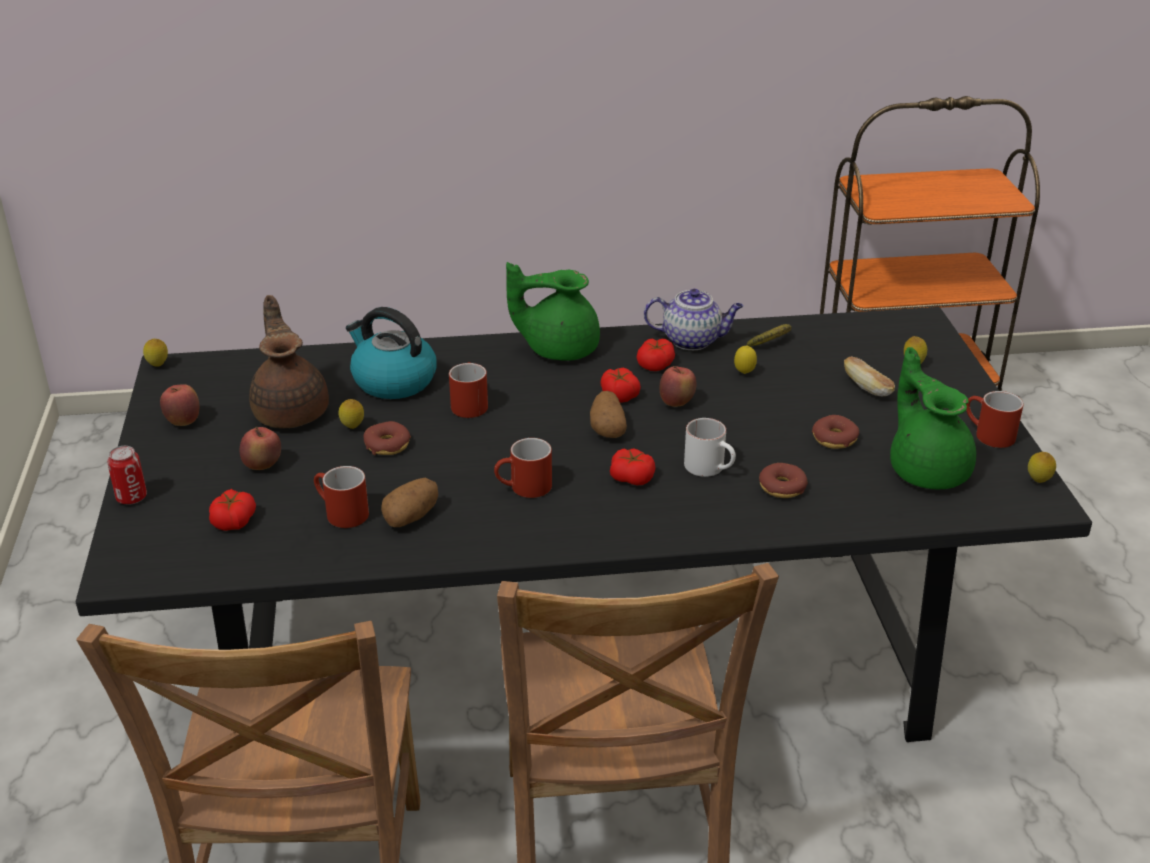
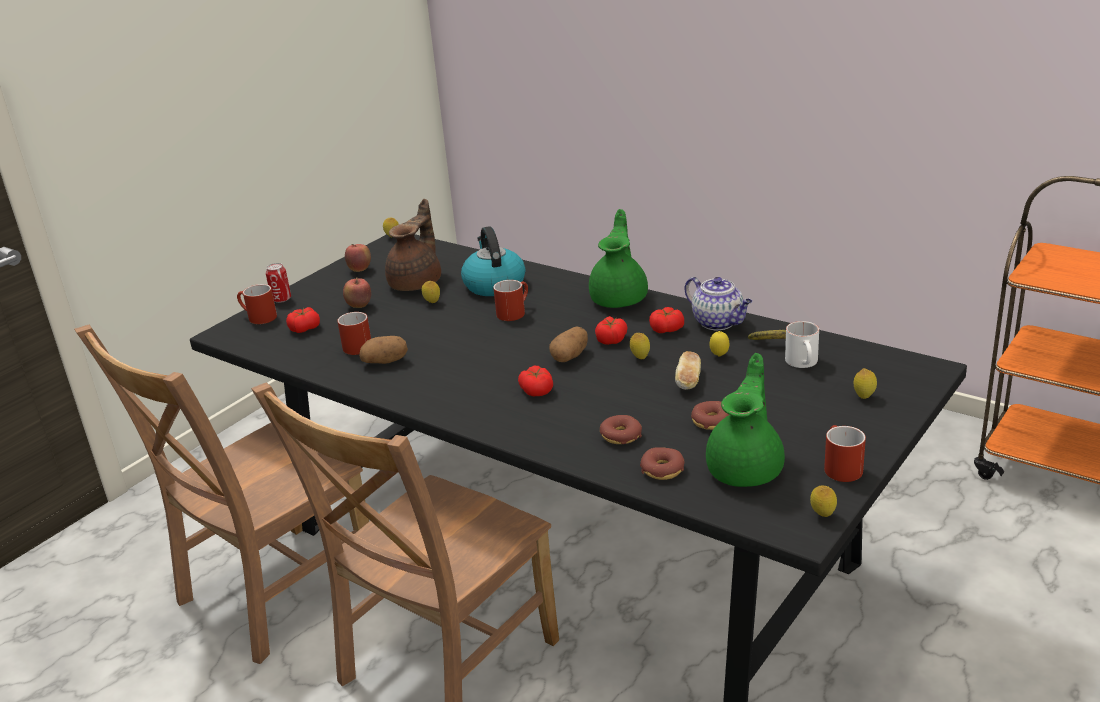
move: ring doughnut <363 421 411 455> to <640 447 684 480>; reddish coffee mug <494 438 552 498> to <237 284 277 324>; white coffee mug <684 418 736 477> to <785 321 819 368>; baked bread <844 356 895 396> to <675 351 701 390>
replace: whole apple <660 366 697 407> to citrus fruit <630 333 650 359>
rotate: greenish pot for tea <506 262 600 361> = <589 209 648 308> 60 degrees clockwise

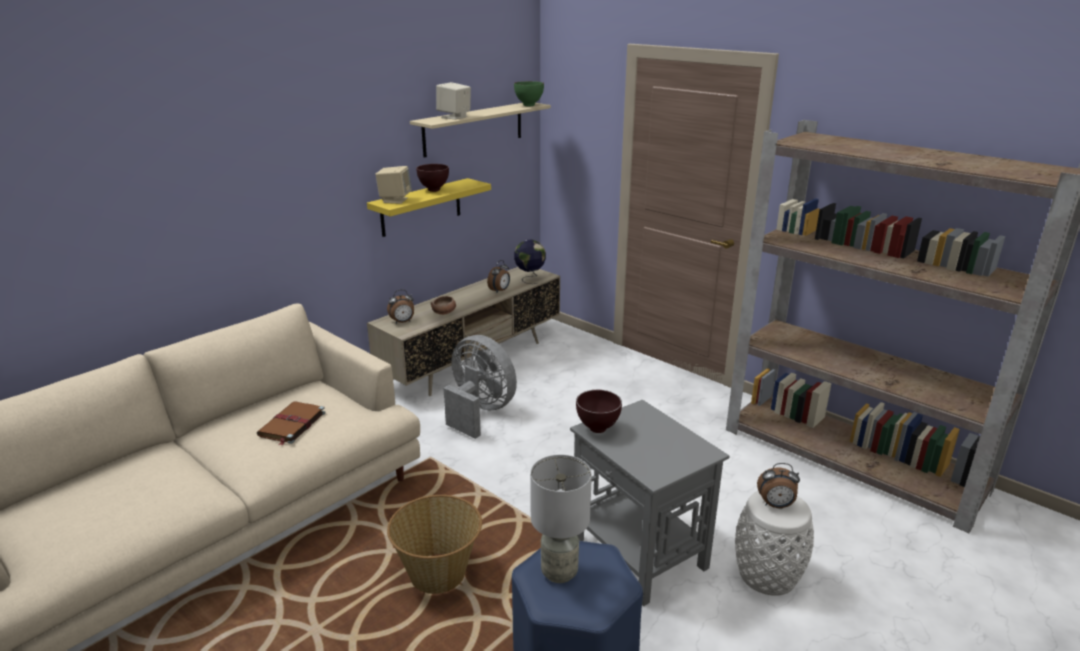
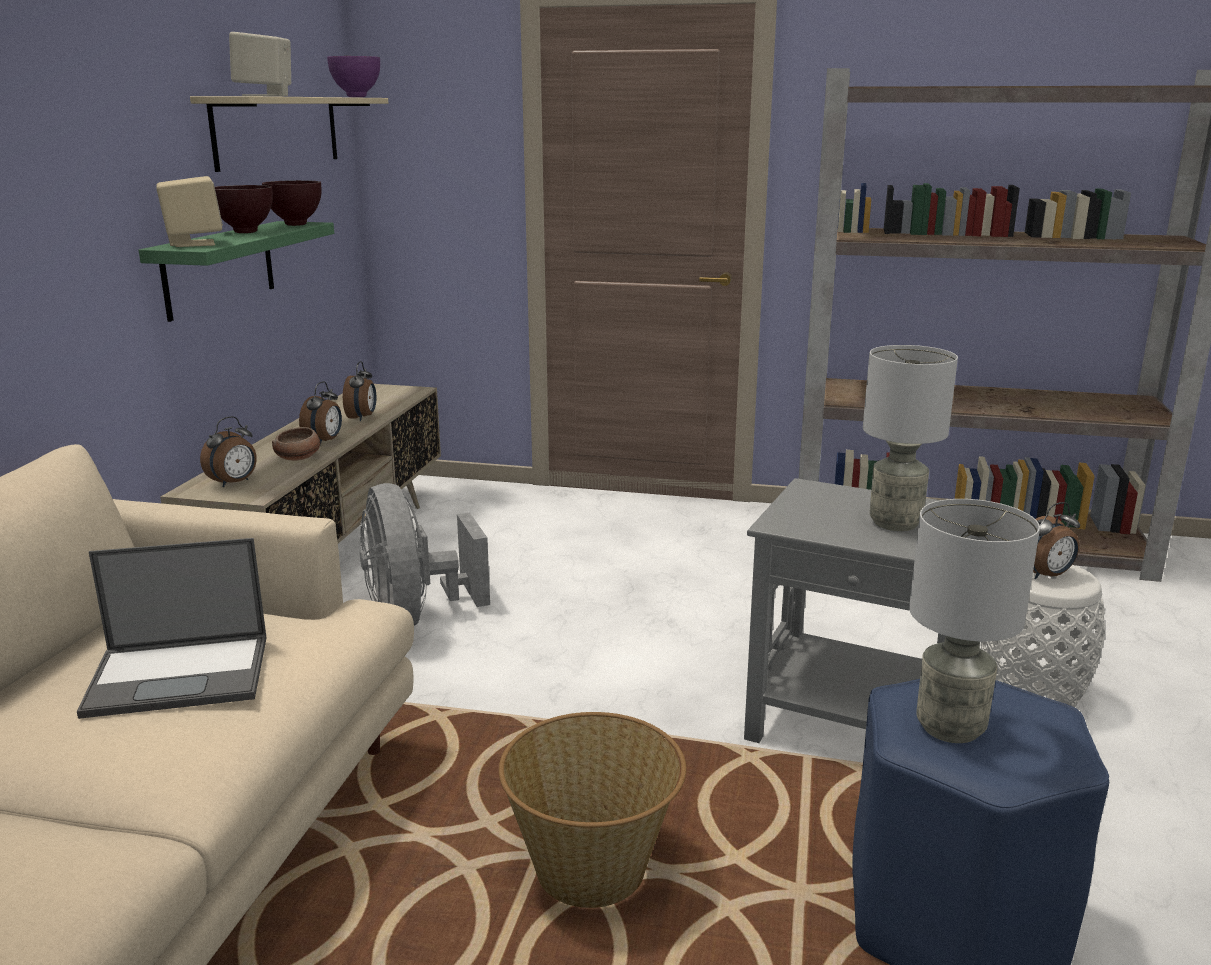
delete: world globe <514 240 546 284>
insert: table clock <299 381 342 445>; gray lamp for a table <863 345 958 531>
move: brownish deep dish <576 390 622 433> to <262 180 321 226>
replace: brownish bound book <257 401 325 445> to notebook computer <77 538 267 719>
recolor: yellow-coloured shelf <367 178 491 237> to greenish shelf <139 221 334 322>; greenish deep dish <514 81 544 106> to purplish deep dish <327 56 380 97>
rotate: gray fan <443 335 517 439> = <360 483 490 626> 120 degrees counterclockwise

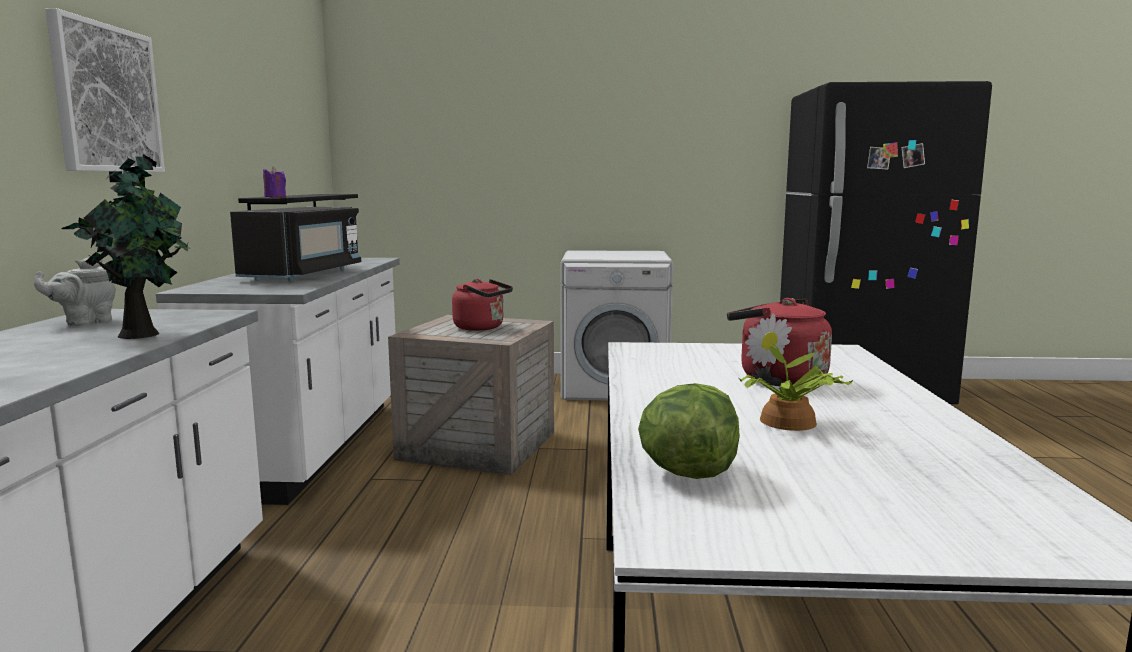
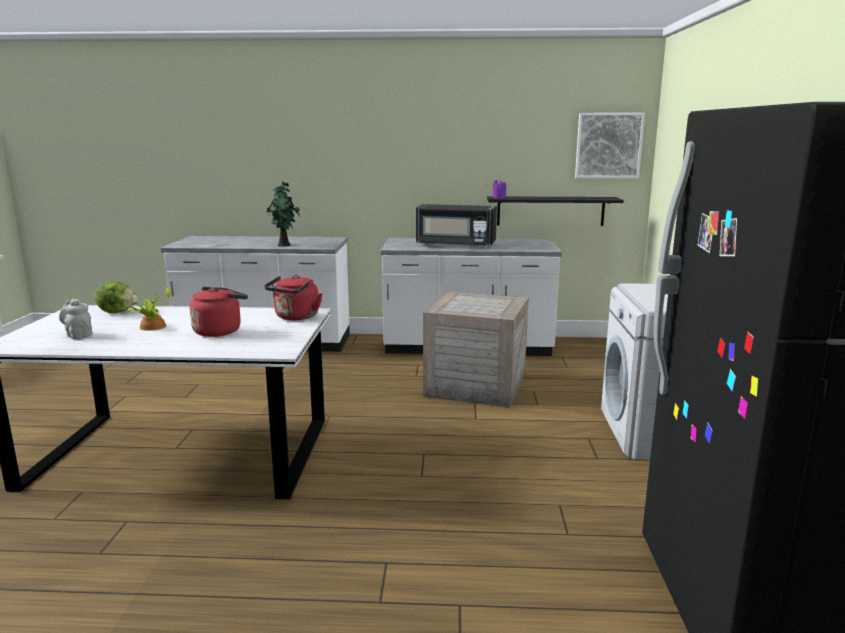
move: gray pot for tea <34 257 116 326> to <59 299 93 339>; picture <45 8 165 172> to <575 113 645 178>; reddish kettle <452 279 513 331> to <264 275 323 320>

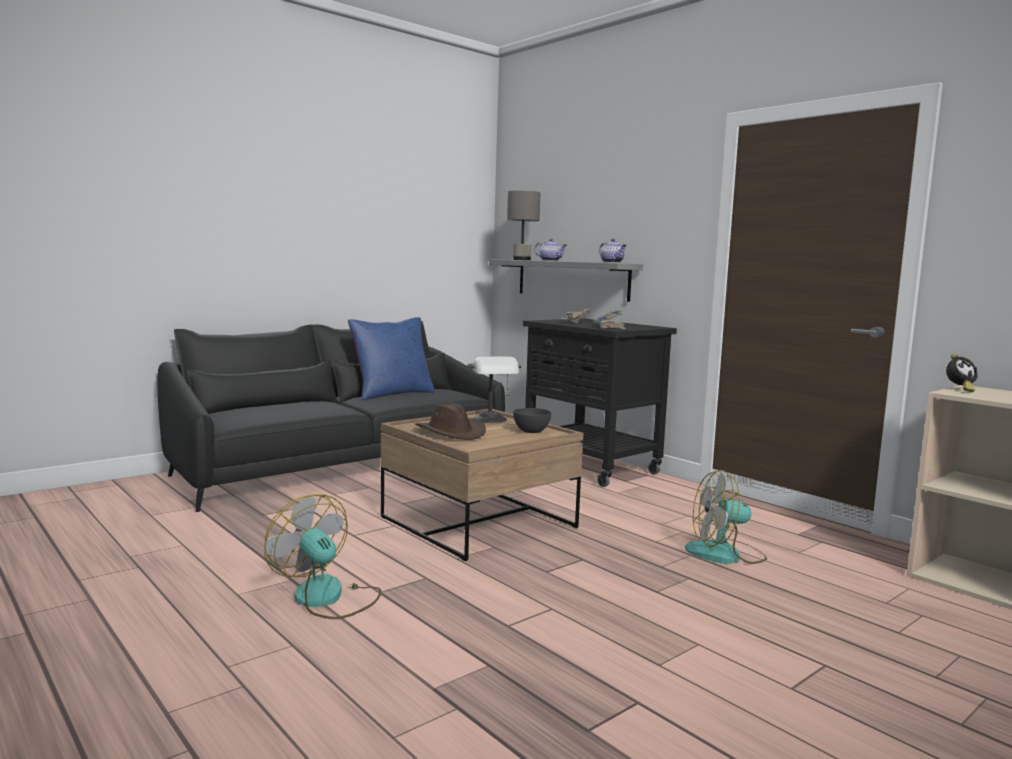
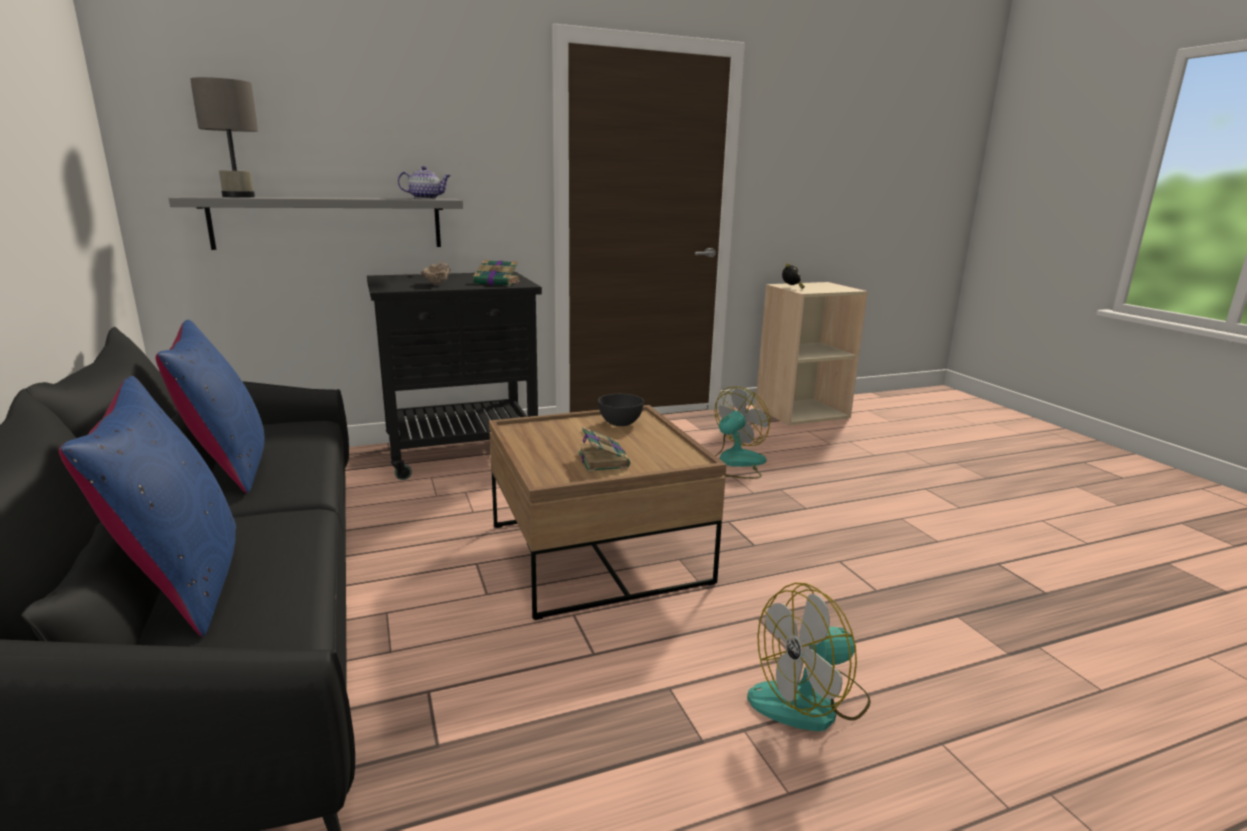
delete: lamp for a table <467 357 521 423>; pot for tea <535 239 567 261>
insert: bluish throw pillow <59 376 236 637>
replace: brownish wearable hat <415 403 486 440> to bound book <578 426 630 472>
rotate: fan <685 470 767 564> = <714 387 770 479> 150 degrees counterclockwise

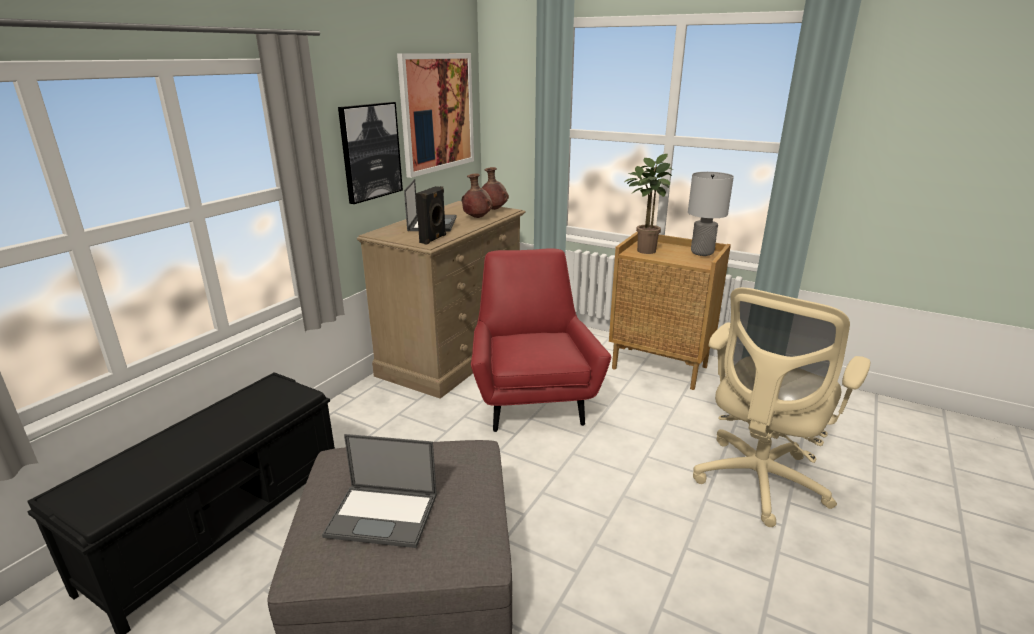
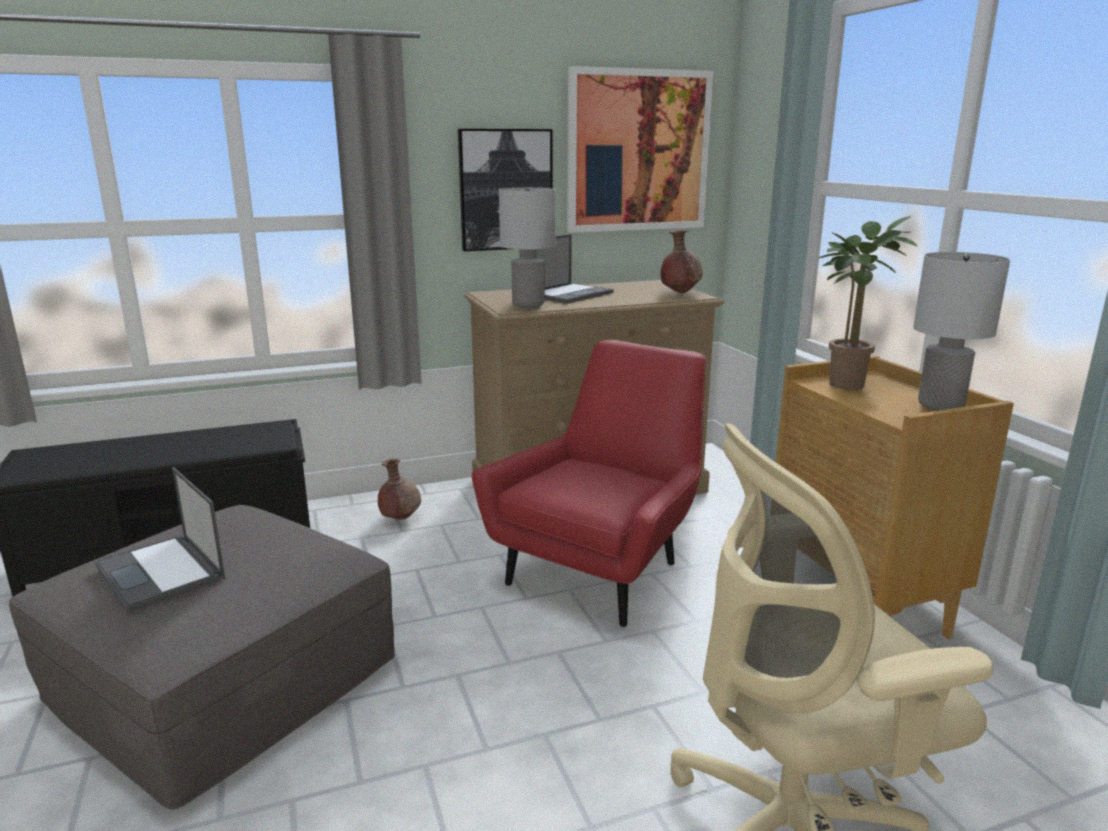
move: brownish decorative vase <462 173 493 218> to <378 459 421 519>
replace: blackish loudspeaker <416 186 446 245> to gray lamp for a table <499 187 556 308>

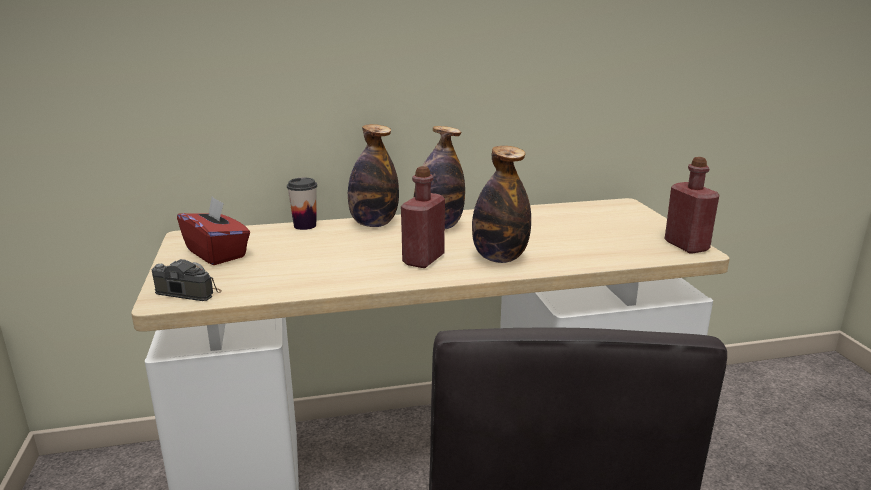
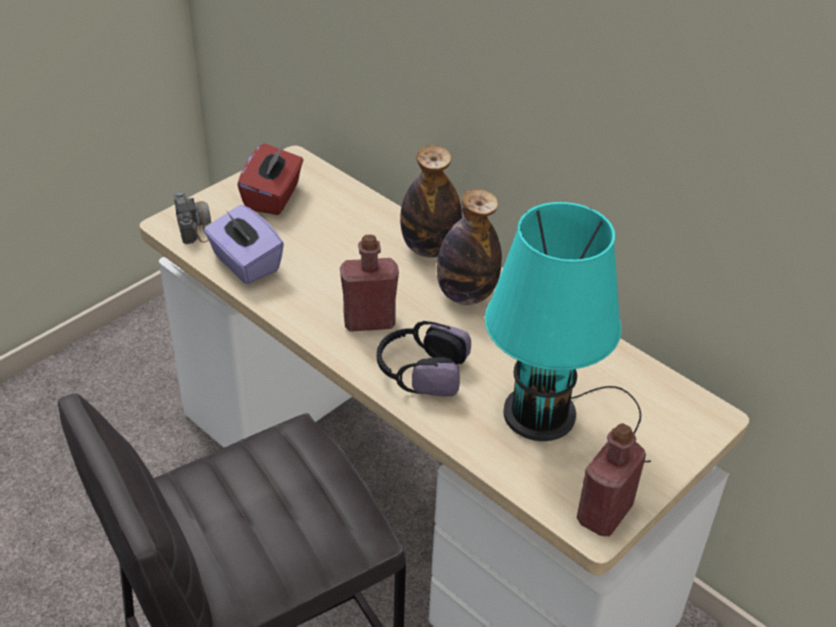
delete: small cup <287 178 317 230>
insert: purplish tissue holder <204 205 284 284>; turquoise lamp for a table <485 202 651 462>
replace: beverage bottle <472 146 531 263> to headphones <376 321 471 397>

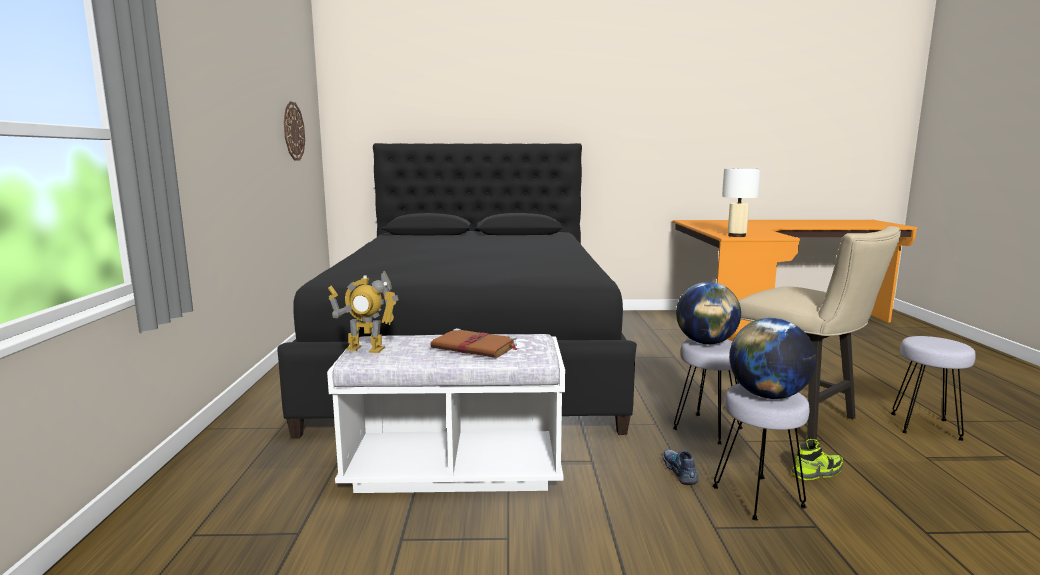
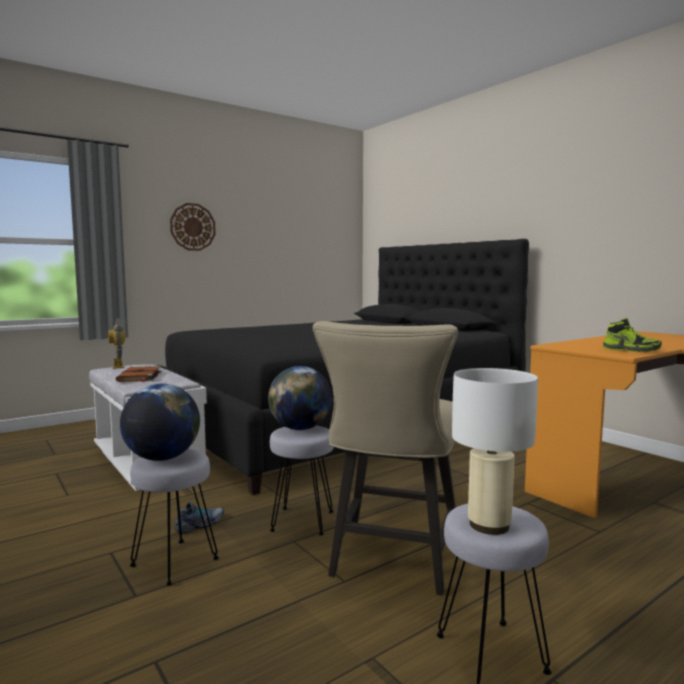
move: hanging clock <284 101 305 161> to <170 203 216 251>; white lamp for a table <722 169 761 237> to <452 368 538 535>; shoe <792 439 843 480> to <603 318 662 352>

